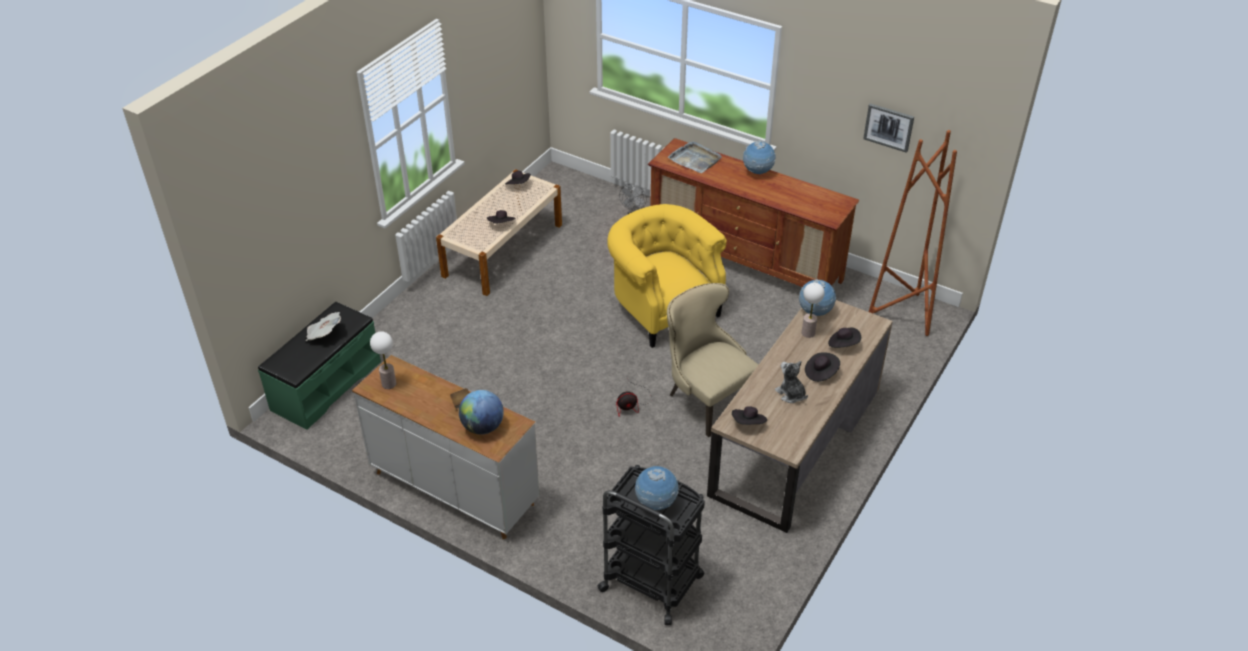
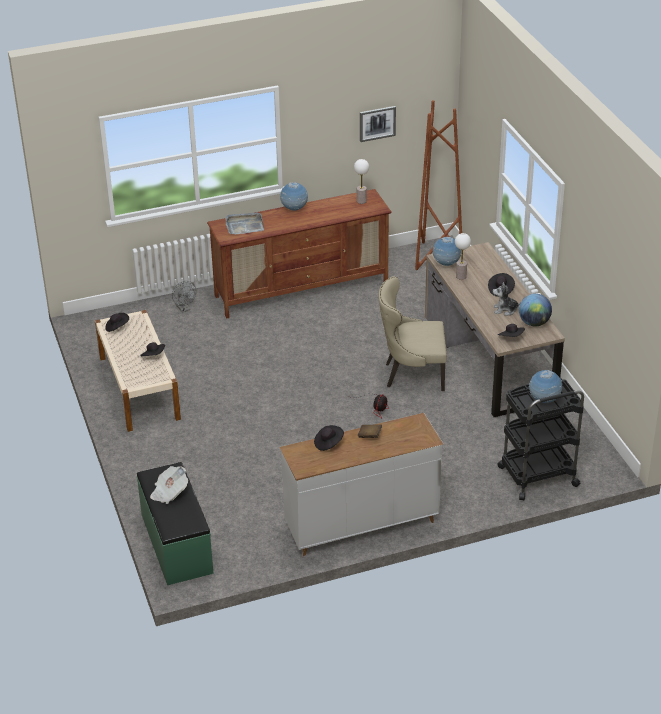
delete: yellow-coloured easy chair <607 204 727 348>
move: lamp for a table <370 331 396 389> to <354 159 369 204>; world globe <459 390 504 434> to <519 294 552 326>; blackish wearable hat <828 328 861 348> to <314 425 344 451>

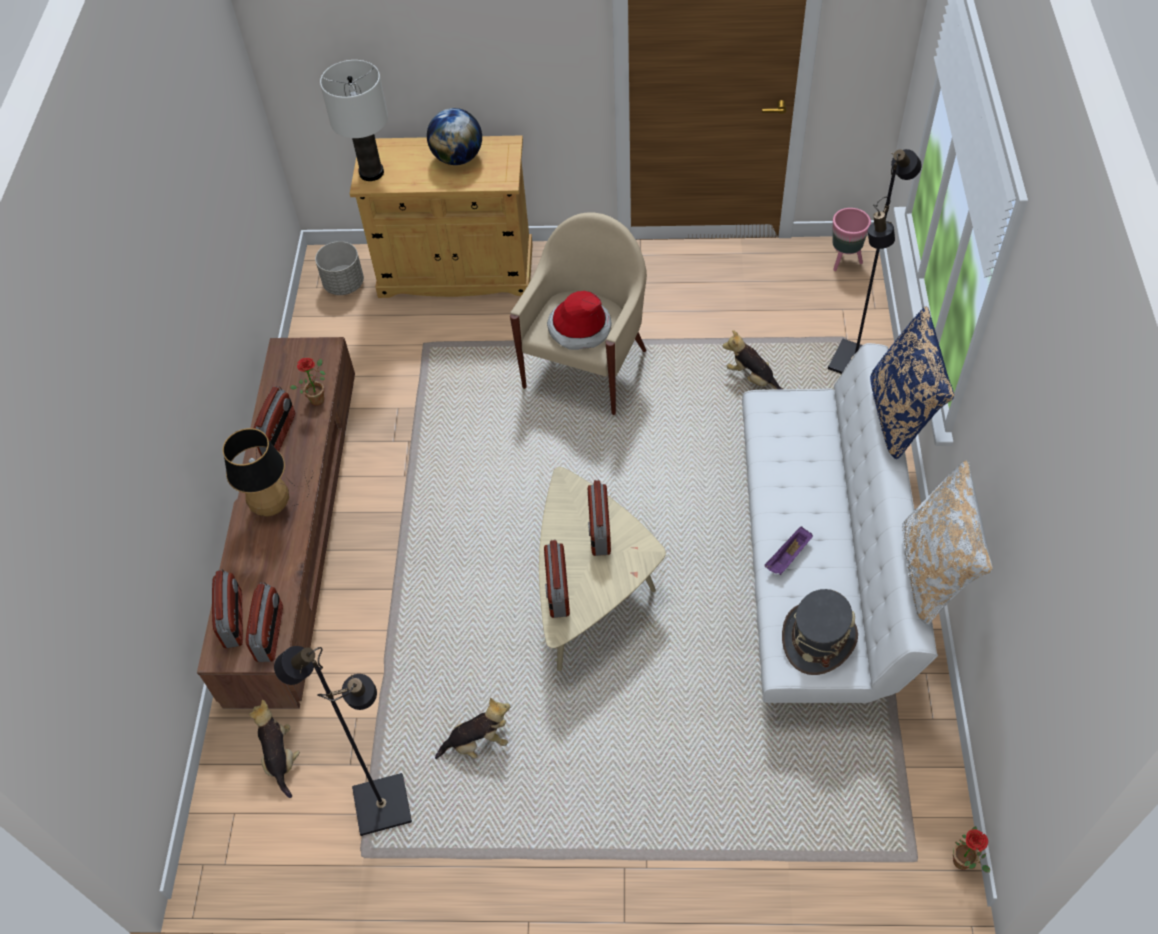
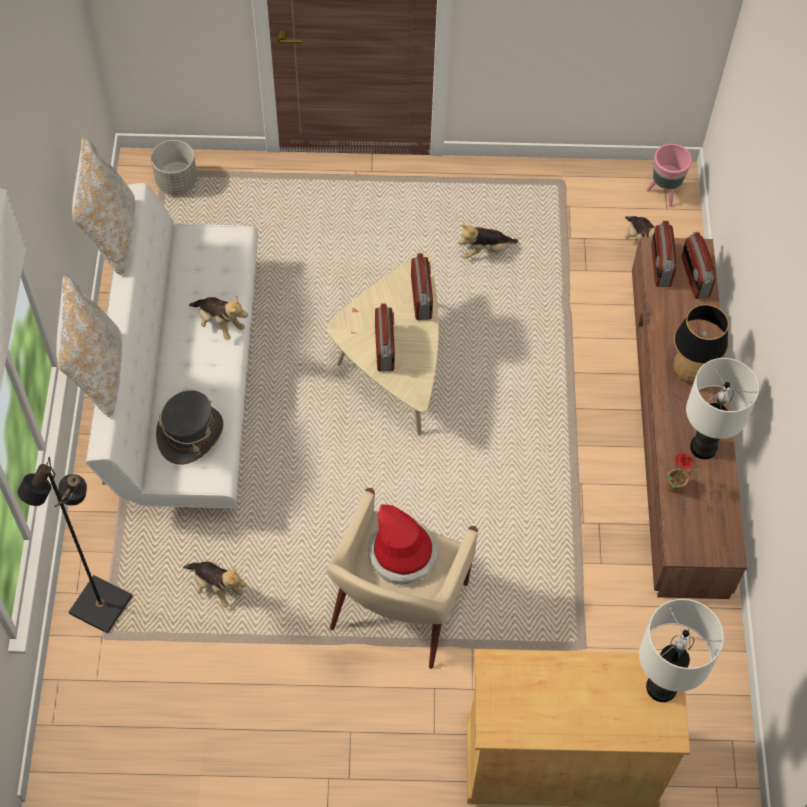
delete: blackish floor lamp <274 646 412 836>; world globe <427 108 482 165>; houseplant <953 826 990 872>
move: gray planter <315 241 364 295> to <151 140 197 195>; gray wearable hat <782 589 858 675> to <156 390 224 465>; pink-coloured planter <832 208 871 271> to <647 144 692 207>
replace: radio set <254 386 295 456> to white lamp for a table <686 358 759 459>; purplish carrying tray <764 526 813 575> to plush toy <189 296 248 340>
recolor: bluish throw pillow <870 306 955 459> to white throw pillow <56 275 122 417>

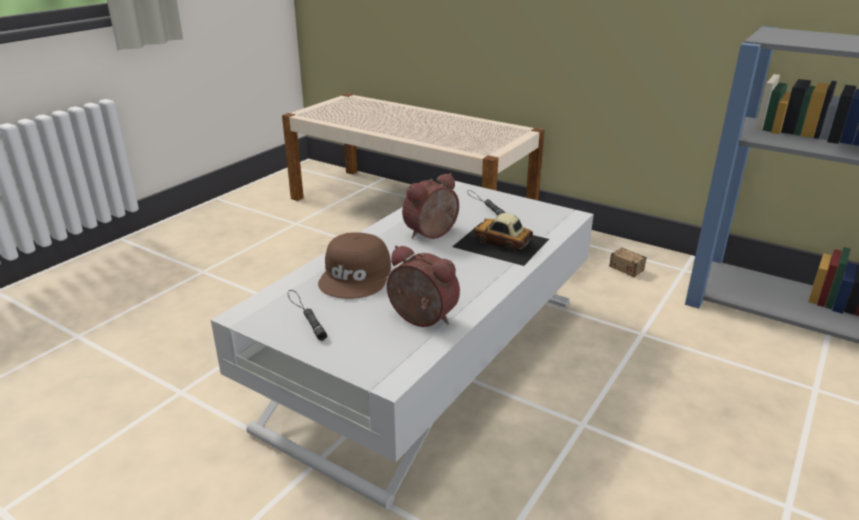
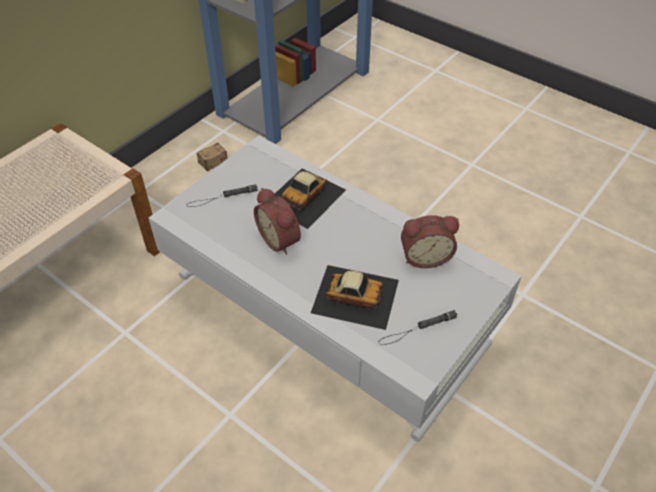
replace: brownish baseball cap <318 232 391 299> to toy car <311 265 399 330>
rotate: table clock <387 245 460 327> = <401 215 459 268> 135 degrees counterclockwise

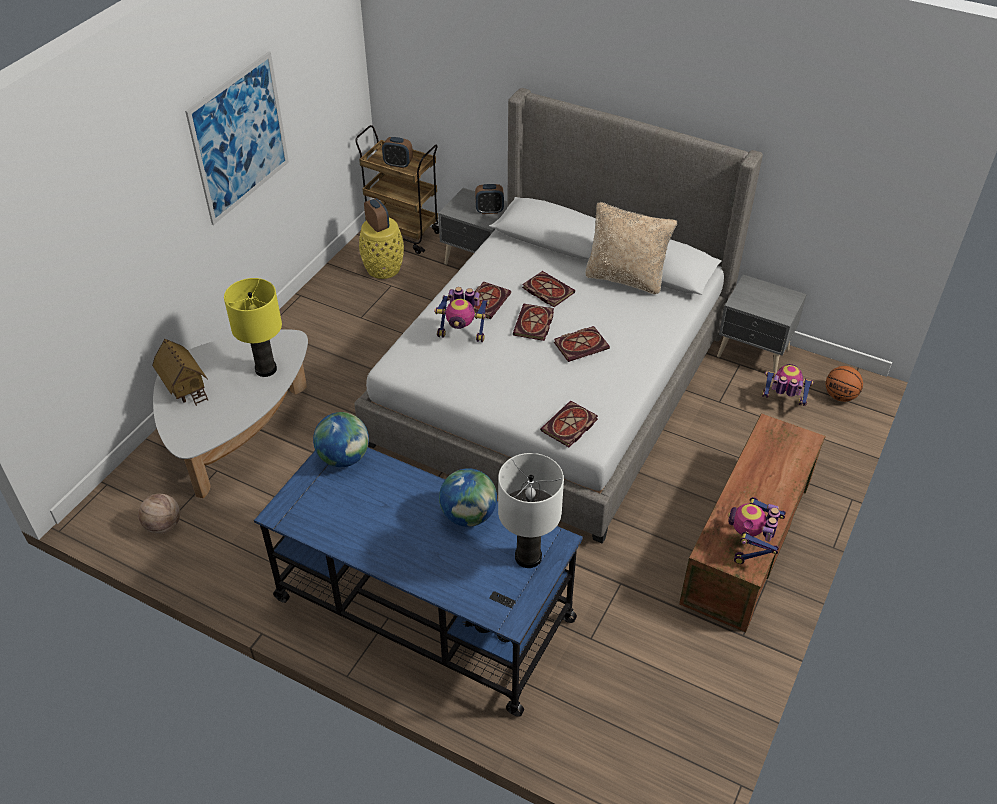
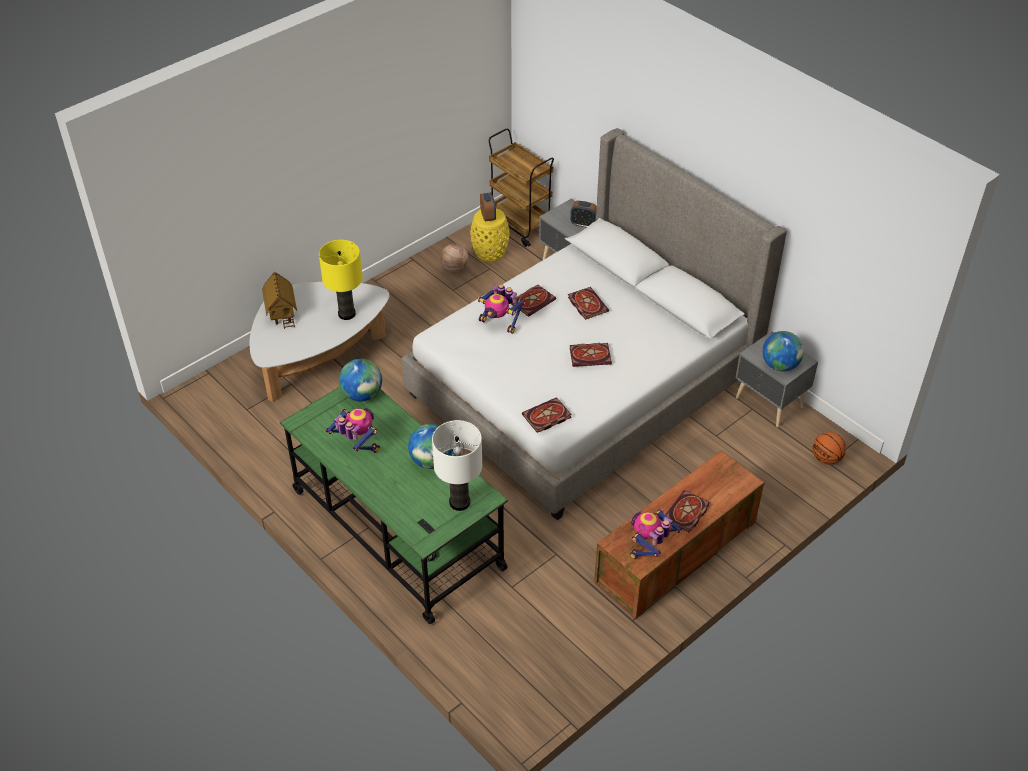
delete: picture <185 51 289 225>; table clock <382 137 413 168>; sand-coloured throw pillow <585 202 678 294>
insert: world globe <762 331 804 372>
move: ball for basketball <138 494 180 534> to <440 244 468 272>; bound book <513 304 554 341> to <665 490 710 533>; model robot <762 364 814 406> to <326 408 380 453>
recolor: bluish desk unit <254 447 583 716> to greenish desk unit <280 387 508 624>

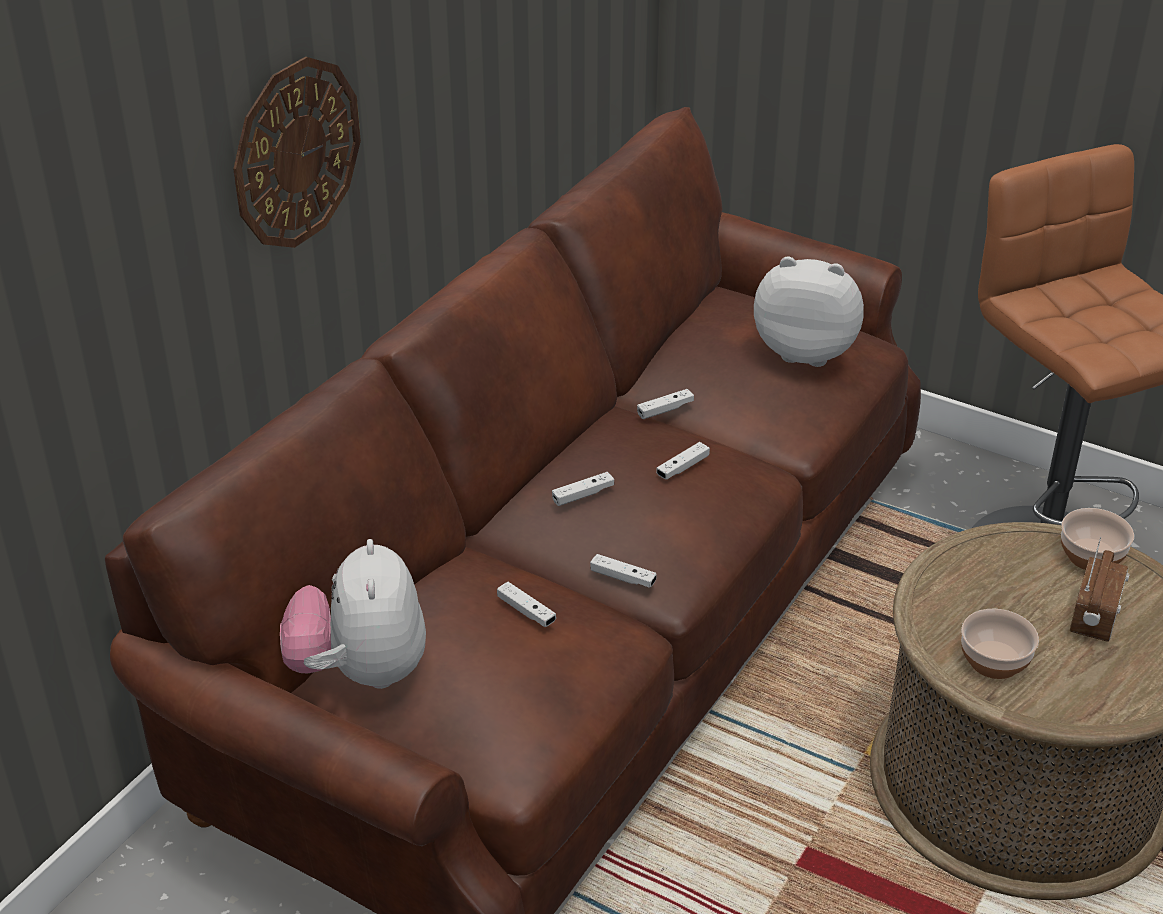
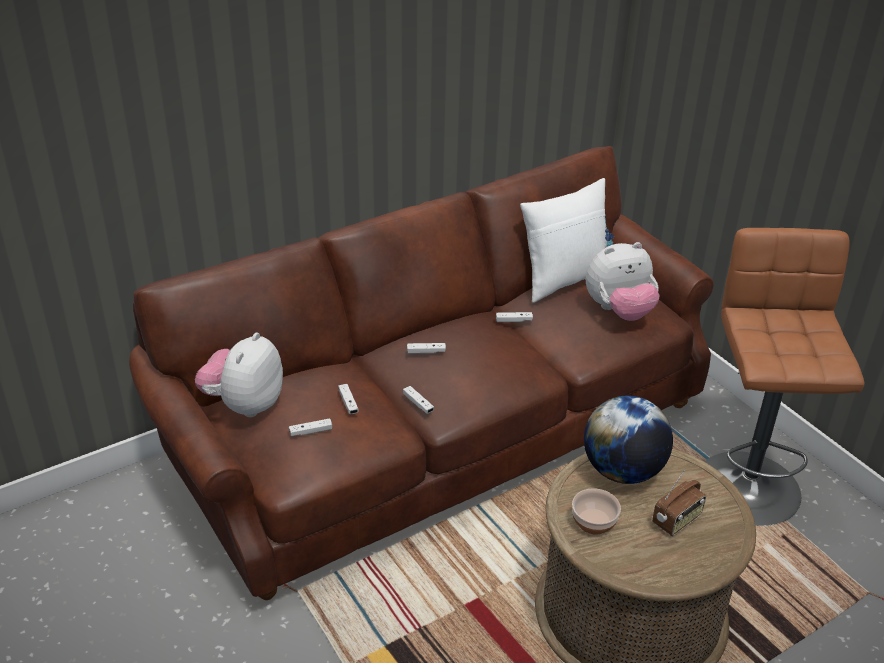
delete: hanging clock <233 57 361 248>; deep dish <1061 508 1134 570>
insert: white throw pillow <520 178 615 303>; world globe <584 396 673 484>
move: white gamepad <656 442 710 479> to <289 418 332 436>
rotate: plush toy <754 256 864 367> = <586 242 660 321> 120 degrees clockwise

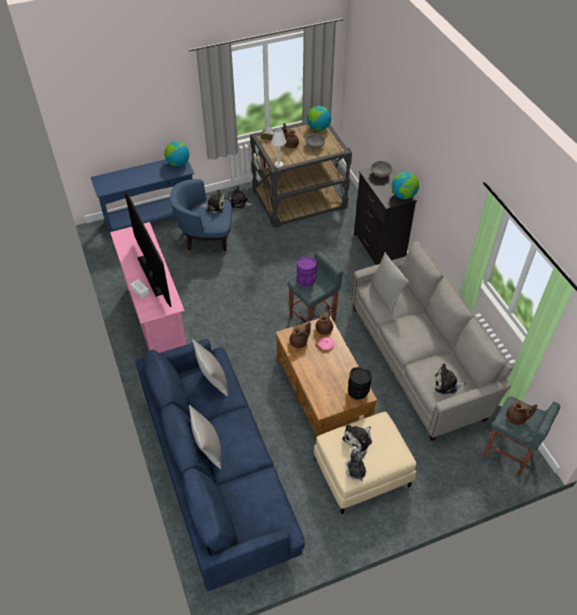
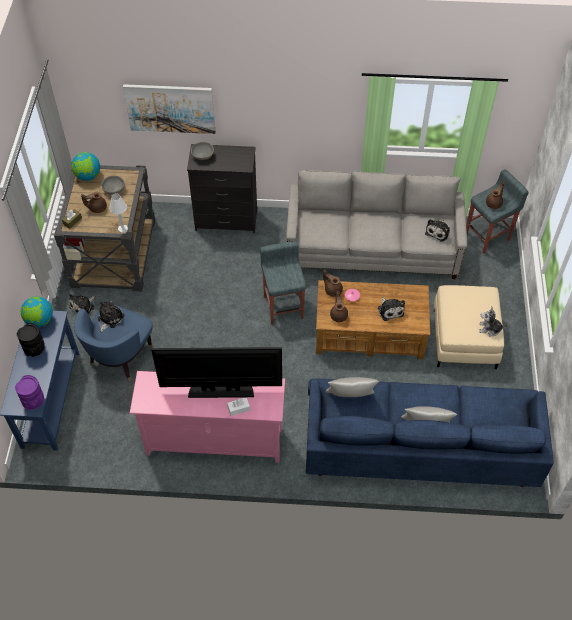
delete: gray throw pillow <370 252 409 314>; world globe <392 172 419 199>
insert: picture <123 84 215 134>
move: purplish decorative vase <297 257 317 287> to <15 375 44 410>; plush toy <342 424 372 452> to <378 297 405 321>; blackish decorative vase <348 367 372 400> to <17 323 45 357>

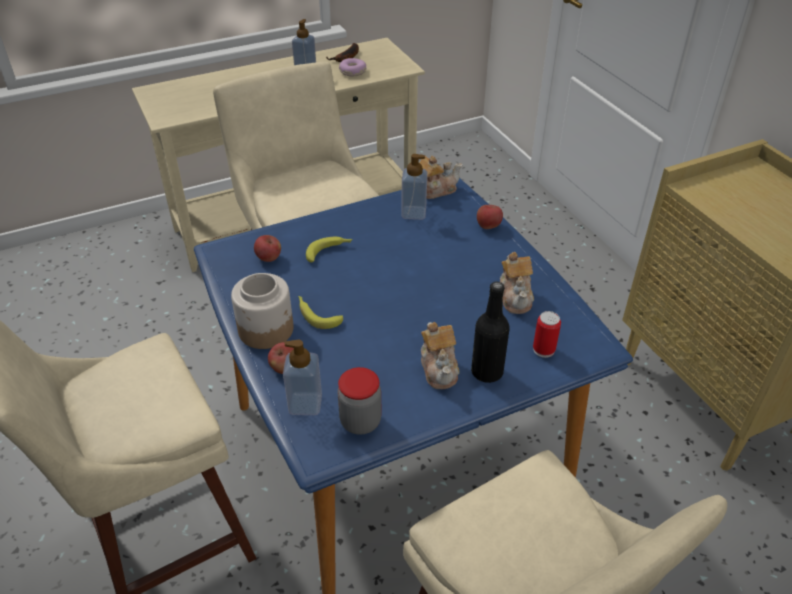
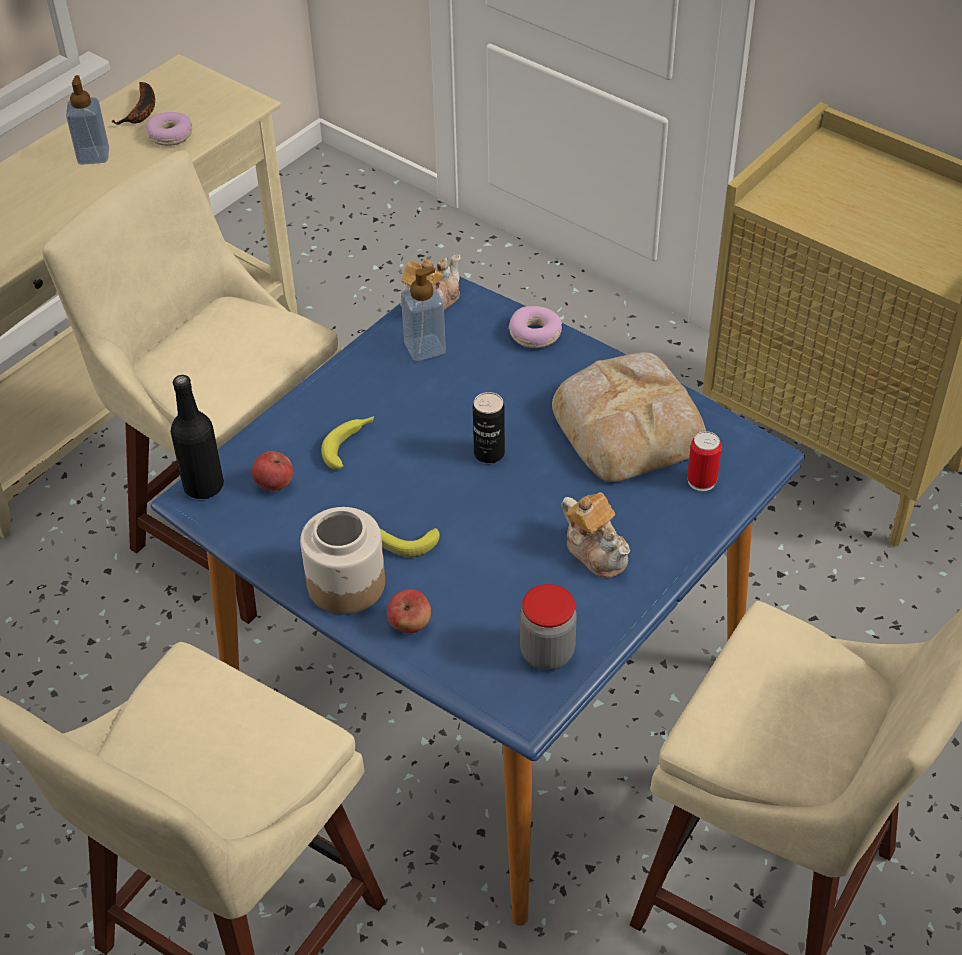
delete: soap dispenser <283 340 322 415>
insert: metal can <473 392 505 463>
move: blackish beverage bottle <471 282 510 383> to <171 375 224 499>
replace: whole apple <477 205 503 229> to ring doughnut <509 306 562 348>; pot for tea <500 252 534 314> to baked bread <552 352 706 482>

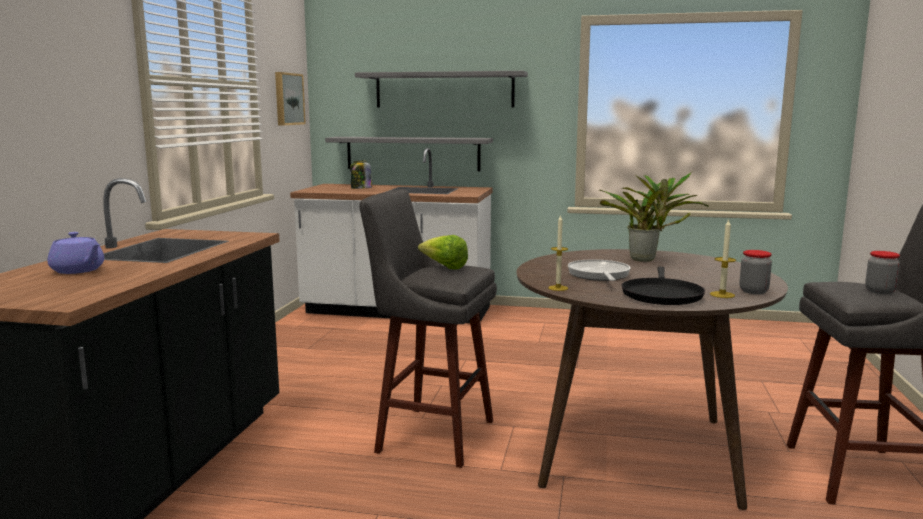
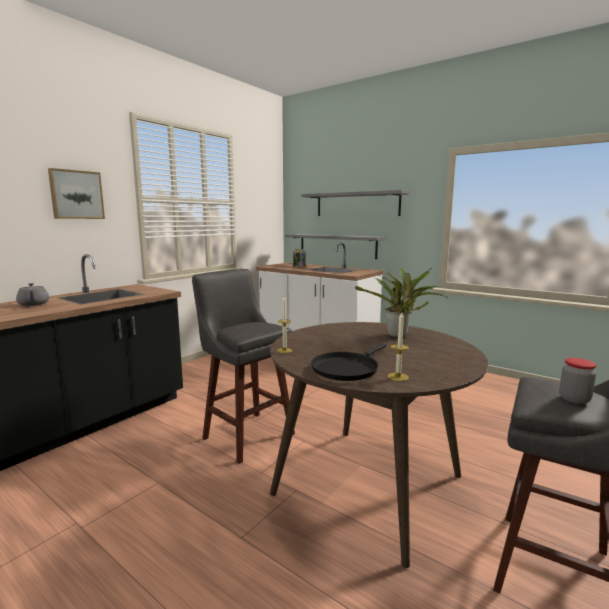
delete: head of lettuce <418 235 468 269>; frying pan <568 259 631 281>; jar <739 250 772 294>
move: picture <275 72 306 125> to <48 168 105 219>
recolor: purplish pot for tea <47 232 104 274> to gray pot for tea <16 283 49 306>

